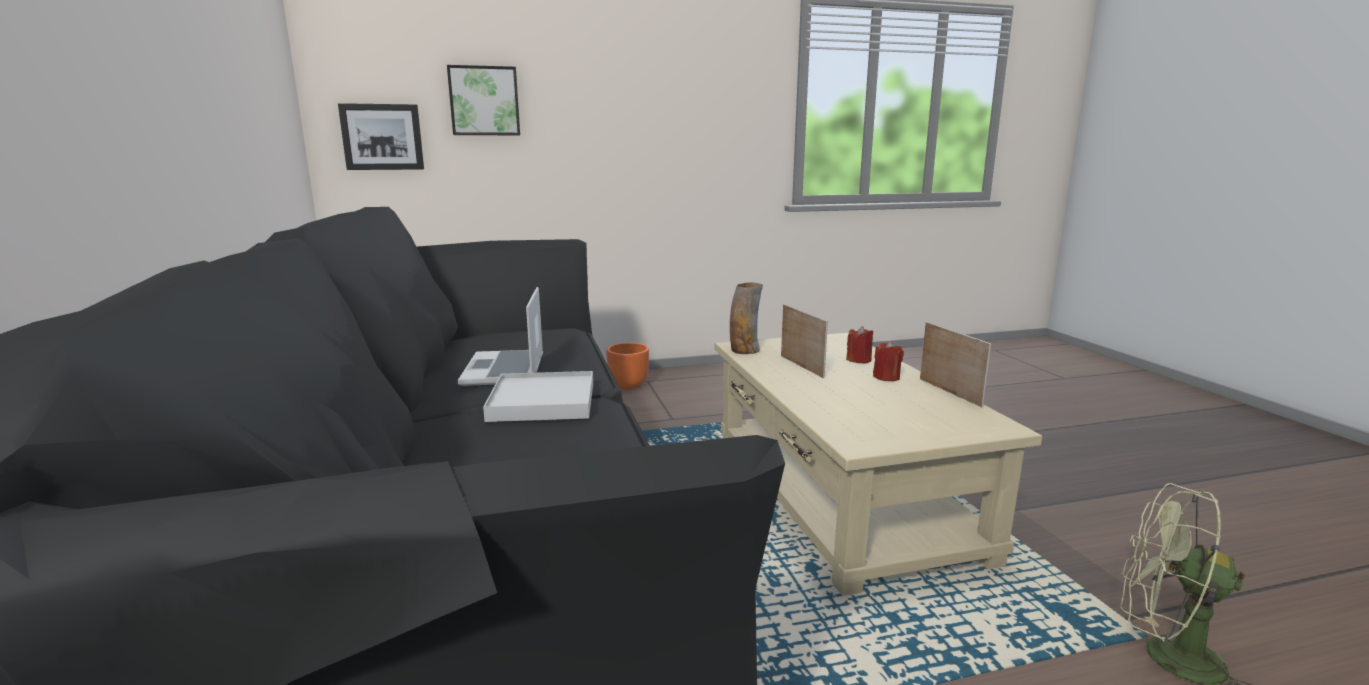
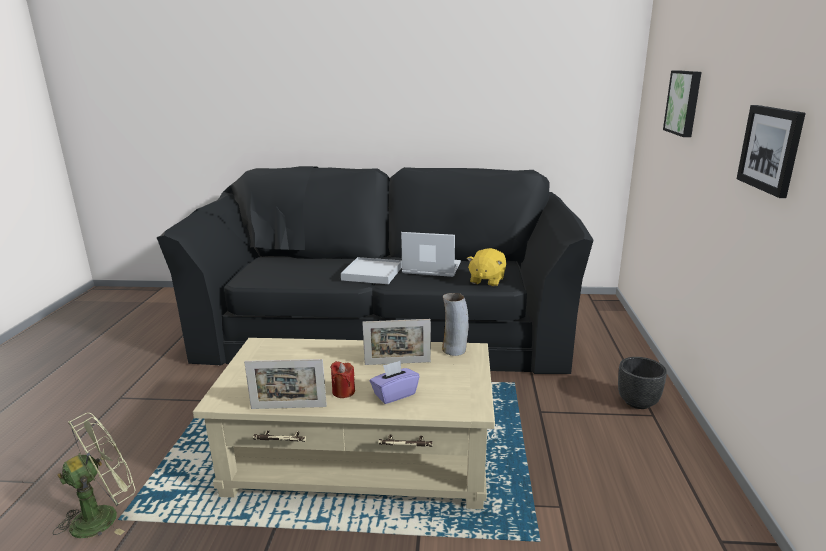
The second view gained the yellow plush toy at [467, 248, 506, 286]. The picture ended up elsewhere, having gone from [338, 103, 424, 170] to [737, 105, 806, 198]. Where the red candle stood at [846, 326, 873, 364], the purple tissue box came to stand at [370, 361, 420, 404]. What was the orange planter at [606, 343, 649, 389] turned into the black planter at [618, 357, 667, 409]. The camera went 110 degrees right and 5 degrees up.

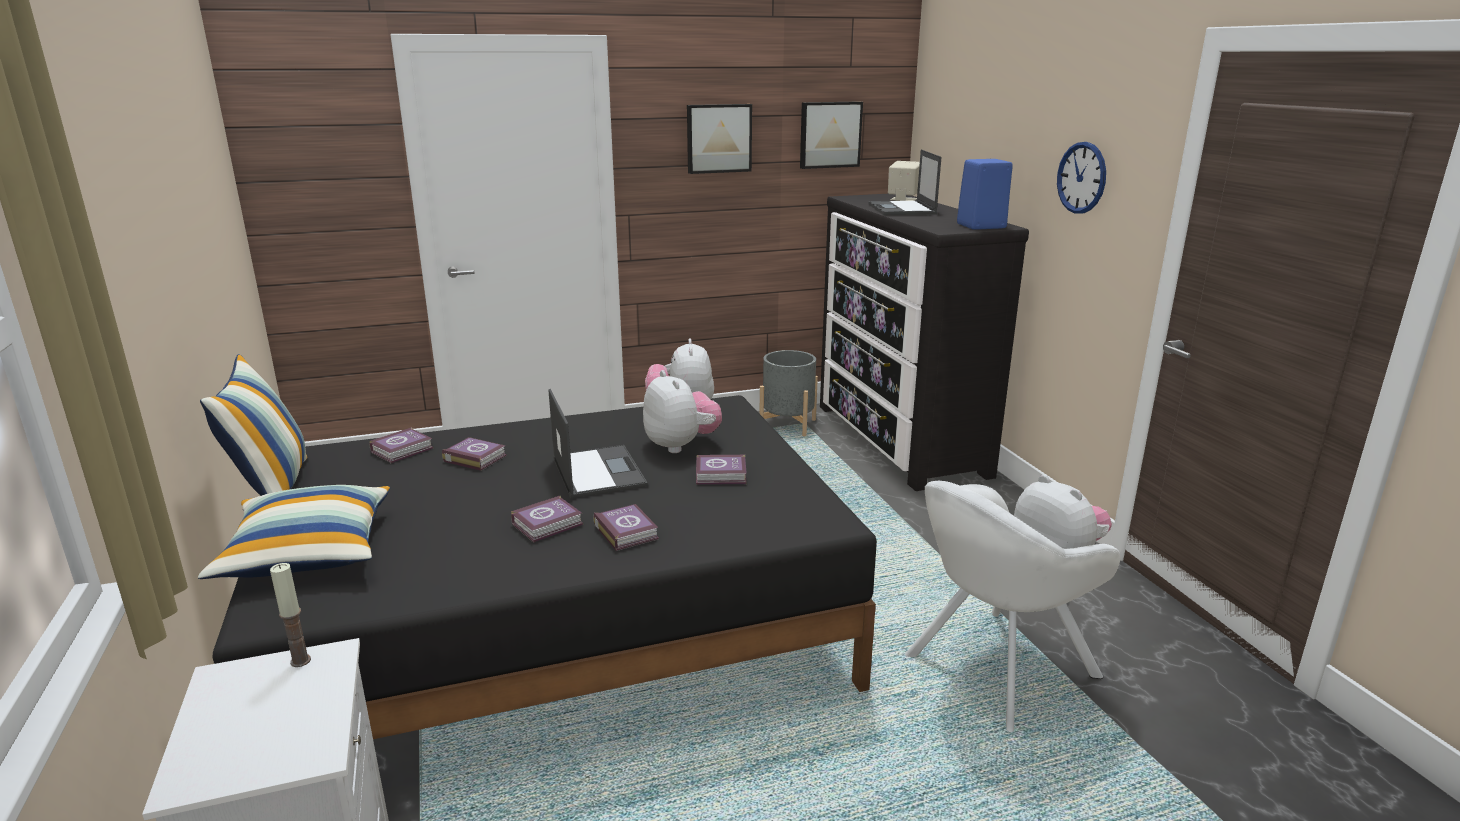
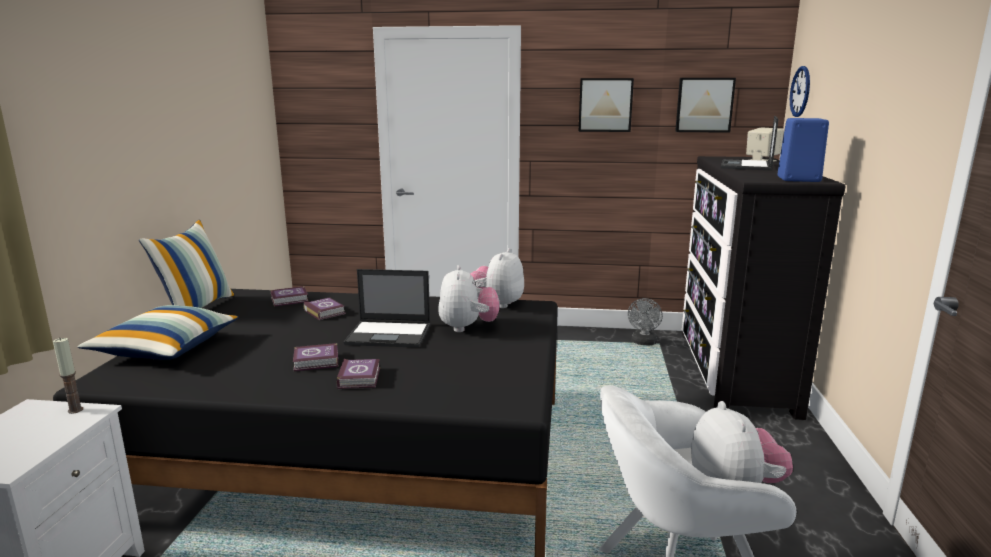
The second view lost the book at [696, 455, 747, 485]. The wall clock ended up elsewhere, having gone from [1057, 142, 1106, 213] to [790, 66, 810, 117]. Where the grey planter stood at [759, 350, 818, 437], the grey fan came to stand at [628, 298, 663, 345]. The laptop at [549, 389, 648, 499] ended up facing another way, 90 degrees clockwise from before. The camera went 25 degrees right and 5 degrees down.

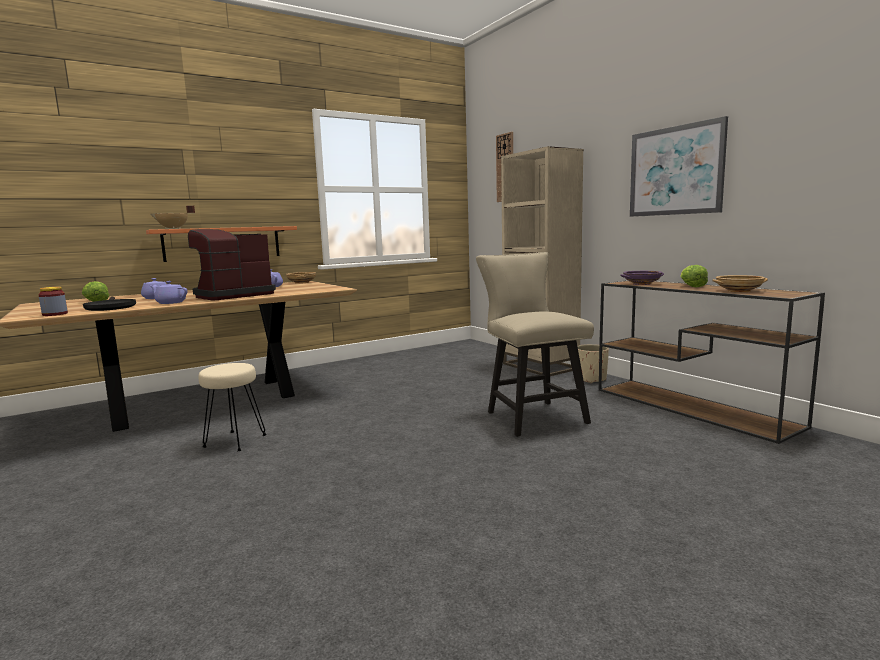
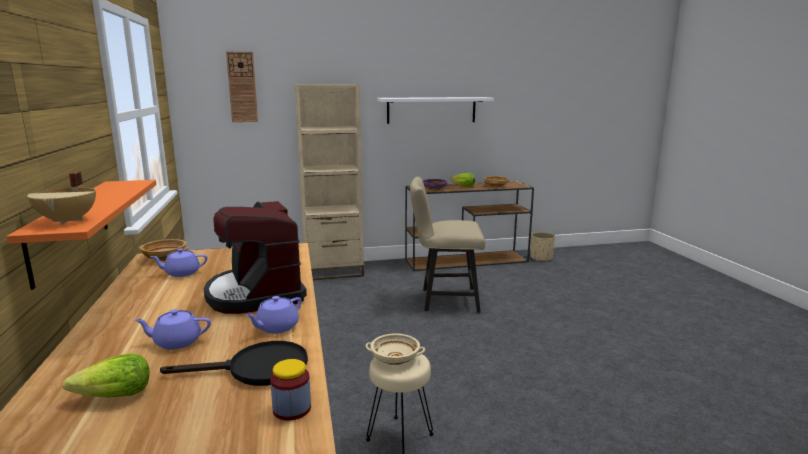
The second view gained the beige bowl at [366, 333, 425, 365]. The beige planter ended up elsewhere, having gone from [577, 344, 609, 383] to [530, 232, 555, 261]. Where the picture hung at [630, 116, 728, 217], the white shelf came to hang at [377, 97, 494, 124]. The camera went 70 degrees left and 5 degrees up.

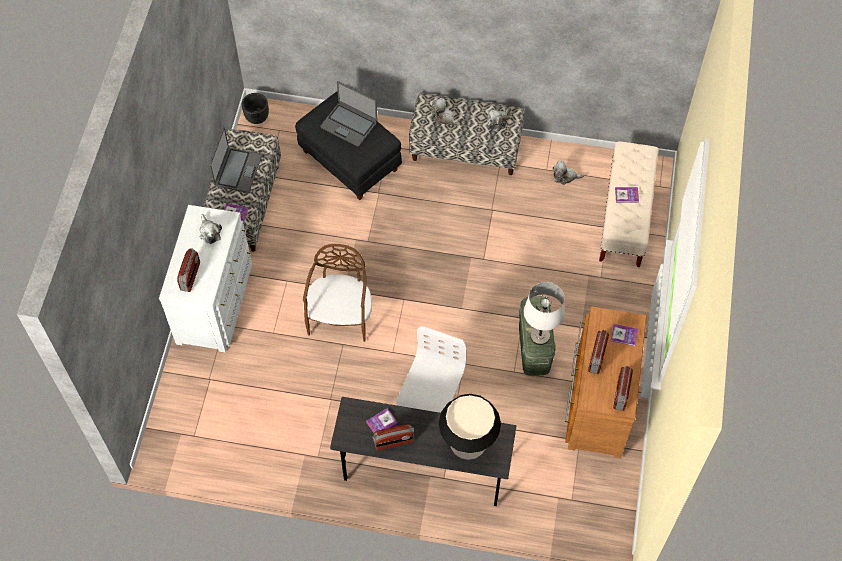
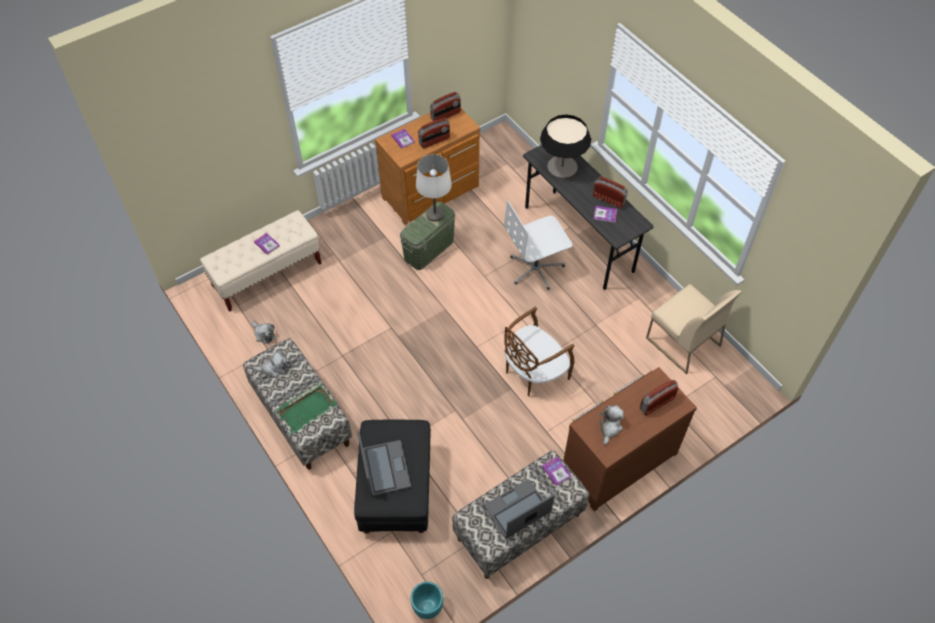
The second view gained the beige chair at [646, 284, 742, 374]. Where the plush toy stood at [431, 98, 460, 126], the green tray came to stand at [275, 382, 337, 434]. What was the white dresser at [159, 205, 252, 352] turned into the brown dresser at [563, 367, 697, 512]. What was the black planter at [242, 93, 269, 124] turned into the turquoise planter at [410, 582, 443, 619]. The camera went 135 degrees left and 5 degrees down.

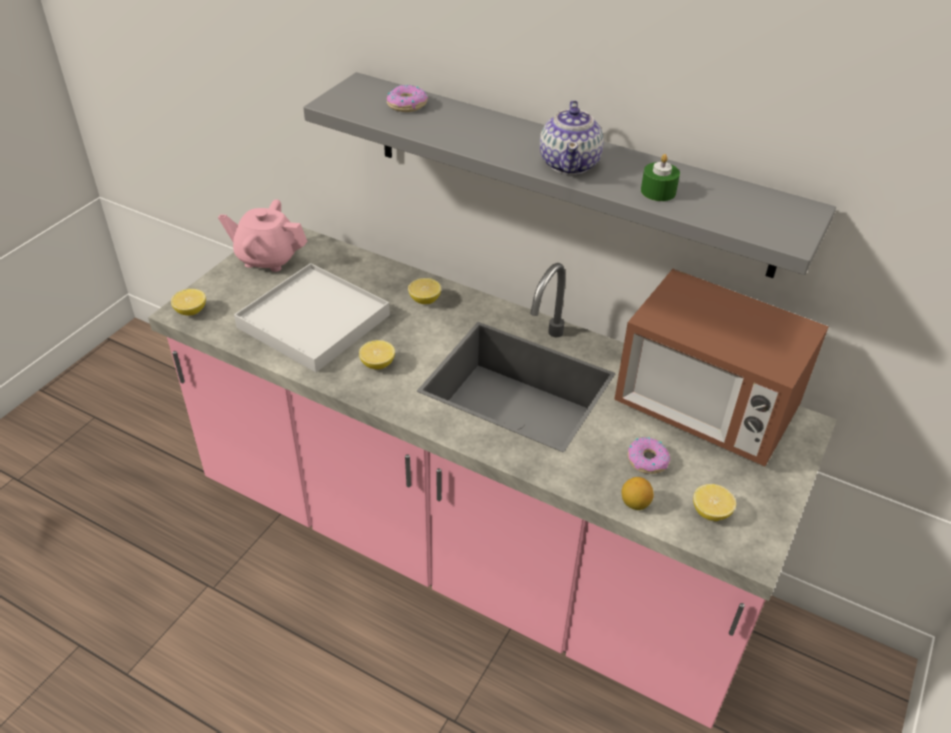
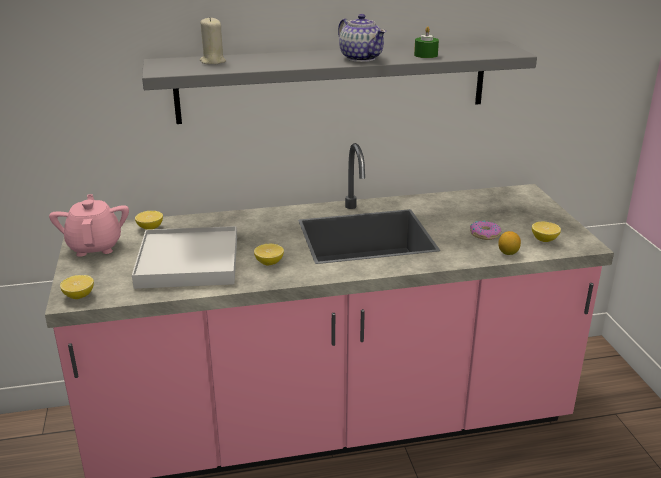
The second view lost the microwave at [614, 269, 829, 466]. The lemon ended up elsewhere, having gone from [408, 278, 441, 304] to [135, 211, 163, 230]. Where the donut stood at [387, 85, 428, 112], the beige candle came to stand at [200, 18, 226, 64]. The pink teapot at [218, 200, 307, 272] ended up facing another way, 105 degrees clockwise from before. The camera went 40 degrees left and 15 degrees down.

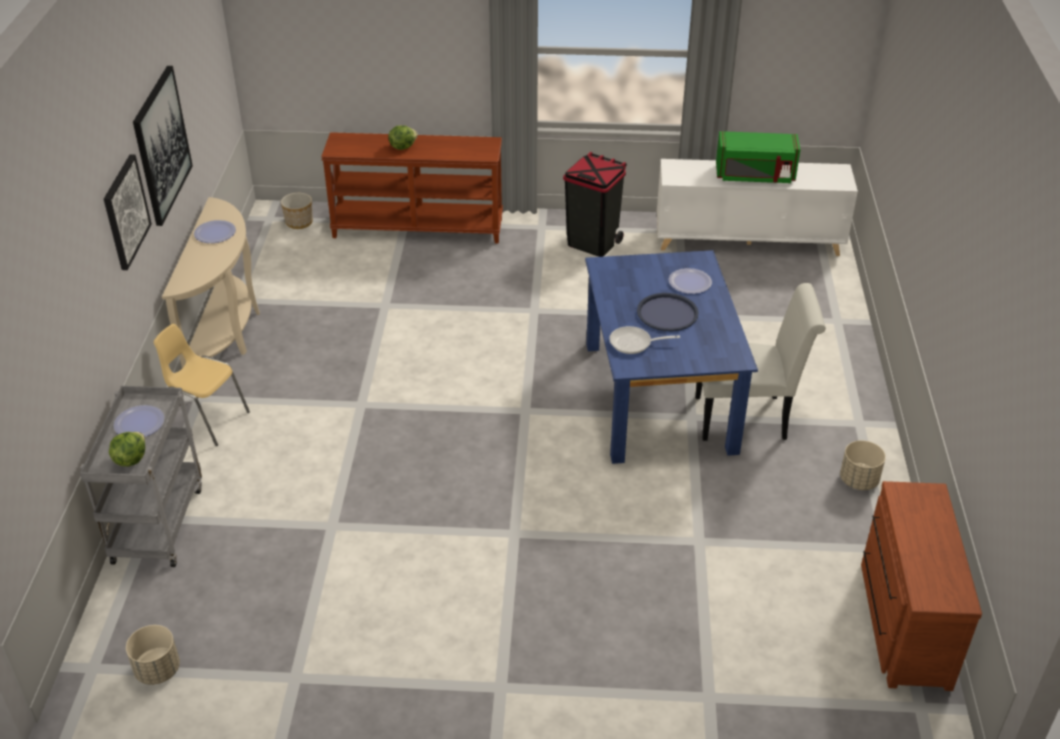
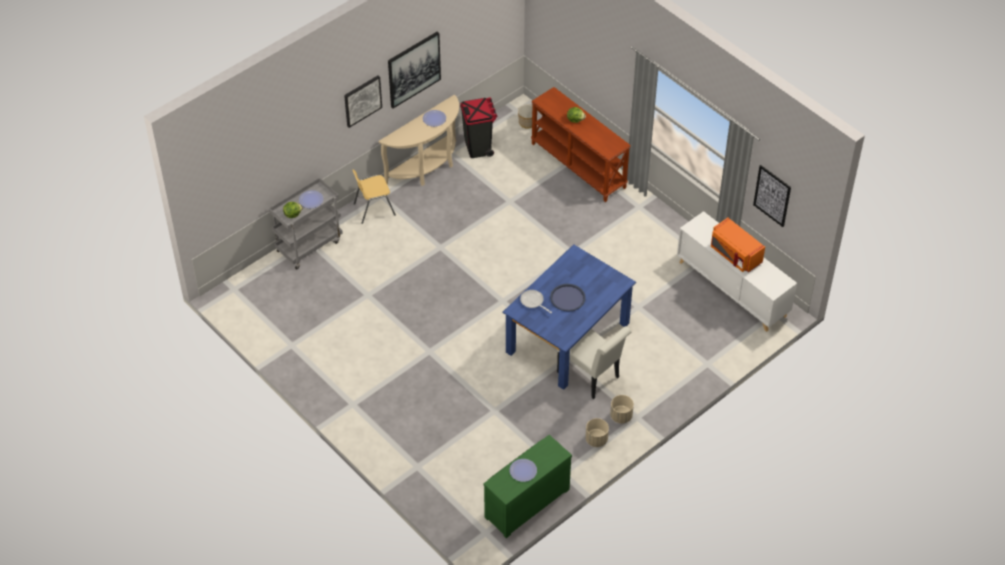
The second view gained the picture at [753, 165, 791, 227]. The beige planter ended up elsewhere, having gone from [126, 625, 180, 685] to [610, 395, 634, 423]. The black trash can ended up elsewhere, having gone from [563, 152, 627, 257] to [460, 97, 497, 158]. The plate ended up elsewhere, having gone from [669, 268, 712, 294] to [509, 459, 537, 482]. What was the green microwave at [716, 131, 800, 183] turned into the orange microwave at [711, 218, 765, 272]. What was the brown dresser at [861, 481, 982, 691] turned into the green dresser at [484, 435, 572, 538]. The yellow chair at [154, 324, 250, 446] ended up facing another way, 90 degrees counterclockwise from before. The camera went 45 degrees right and 10 degrees up.

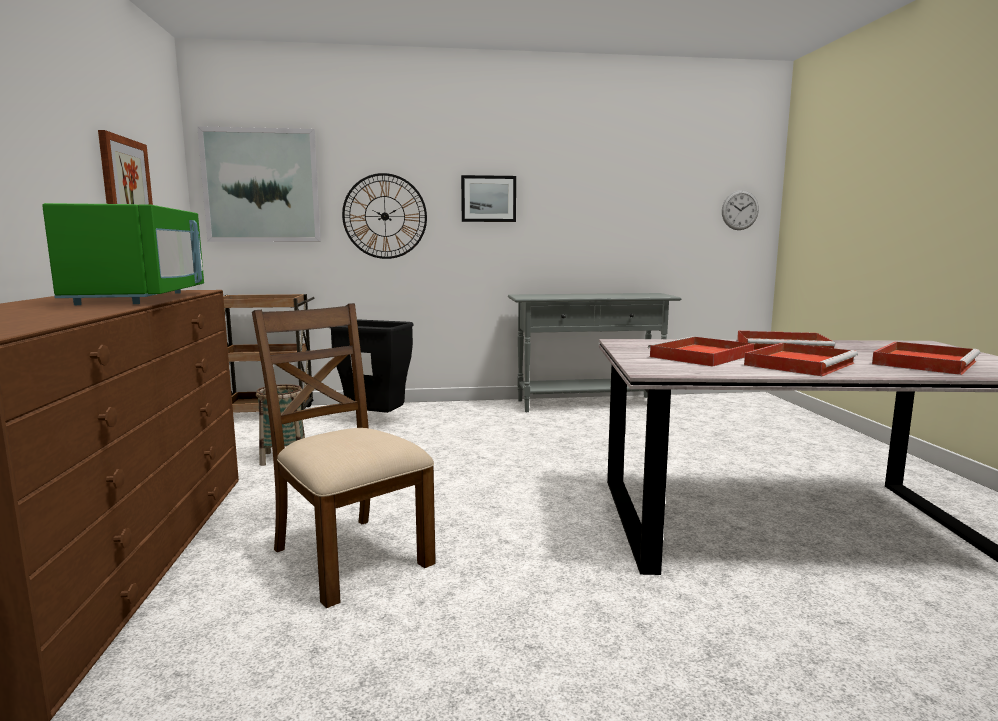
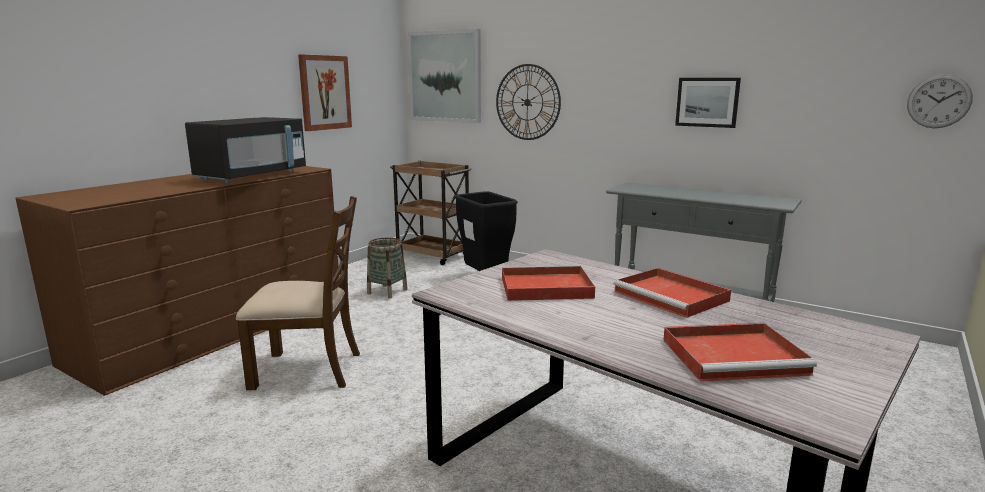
The second view lost the red tray at [744, 343, 858, 376]. The picture ended up elsewhere, having gone from [461, 175, 516, 222] to [675, 78, 741, 128]. What was the green microwave at [42, 203, 204, 305] turned into the black microwave at [185, 117, 306, 183]. The brown chair at [252, 303, 436, 608] ended up facing another way, 90 degrees clockwise from before. The camera went 40 degrees right and 5 degrees up.

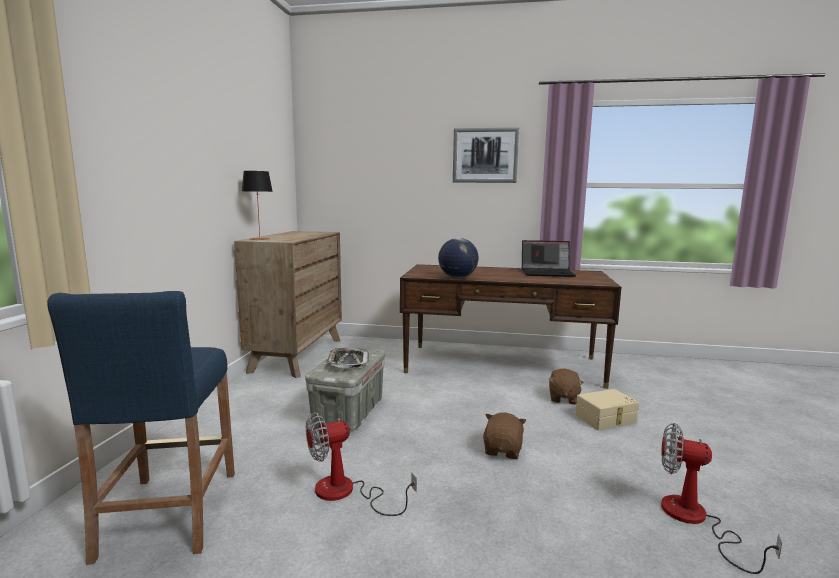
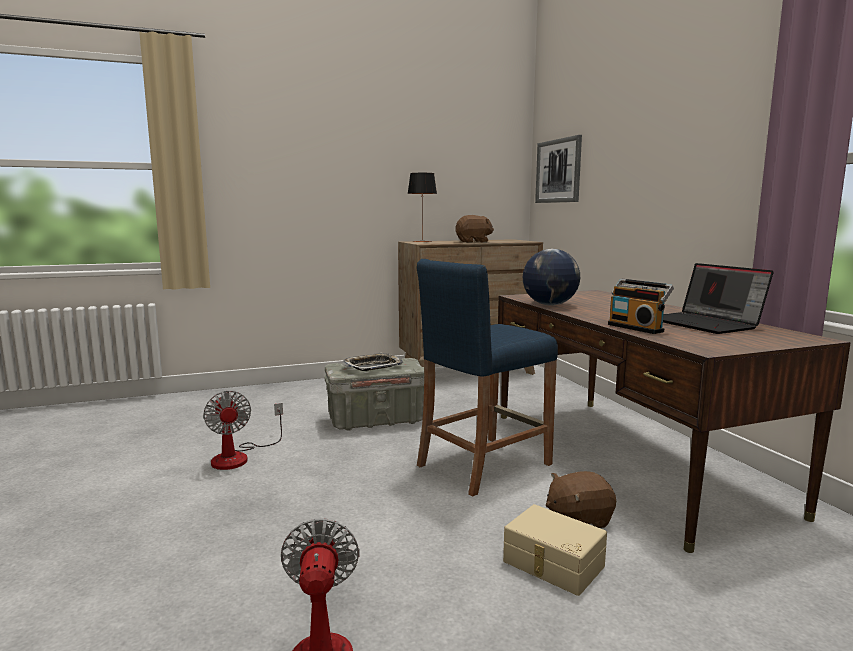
The second view gained the radio at [608, 279, 674, 334]. The blue stool ended up elsewhere, having gone from [47, 291, 235, 565] to [417, 259, 558, 497]. The picture ended up elsewhere, having gone from [453, 127, 519, 183] to [535, 135, 582, 203]. The brown plush toy ended up elsewhere, having gone from [483, 413, 527, 459] to [455, 215, 494, 243]. The fan at [306, 412, 417, 516] ended up facing another way, 150 degrees counterclockwise from before. The camera went 60 degrees right and 0 degrees up.

